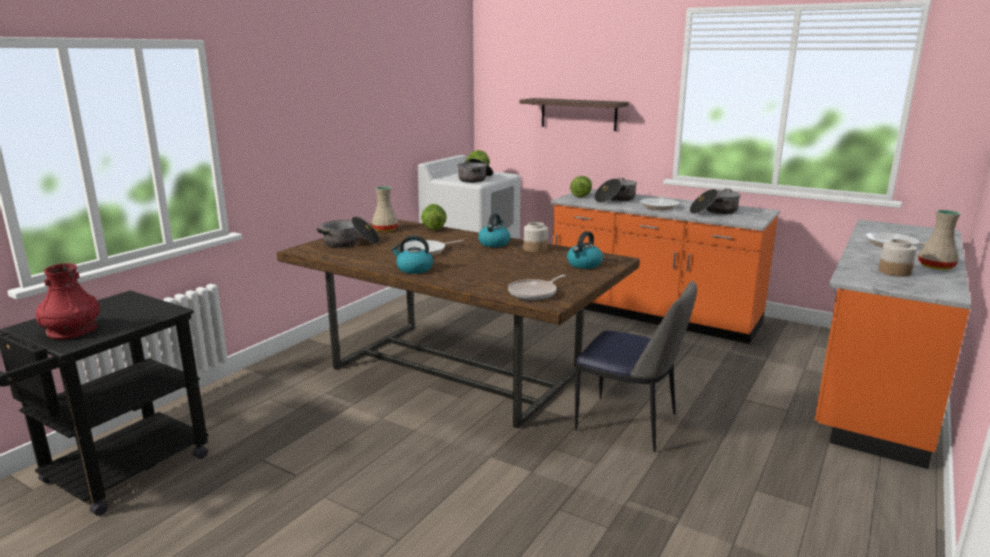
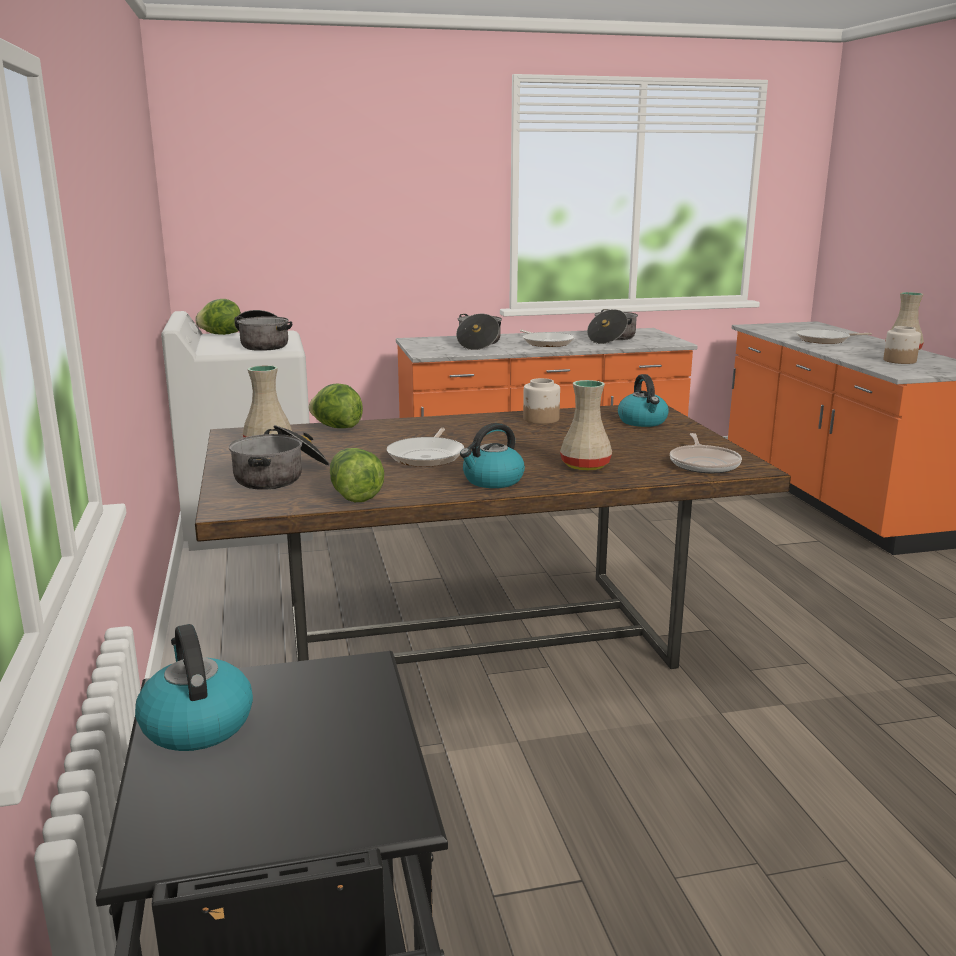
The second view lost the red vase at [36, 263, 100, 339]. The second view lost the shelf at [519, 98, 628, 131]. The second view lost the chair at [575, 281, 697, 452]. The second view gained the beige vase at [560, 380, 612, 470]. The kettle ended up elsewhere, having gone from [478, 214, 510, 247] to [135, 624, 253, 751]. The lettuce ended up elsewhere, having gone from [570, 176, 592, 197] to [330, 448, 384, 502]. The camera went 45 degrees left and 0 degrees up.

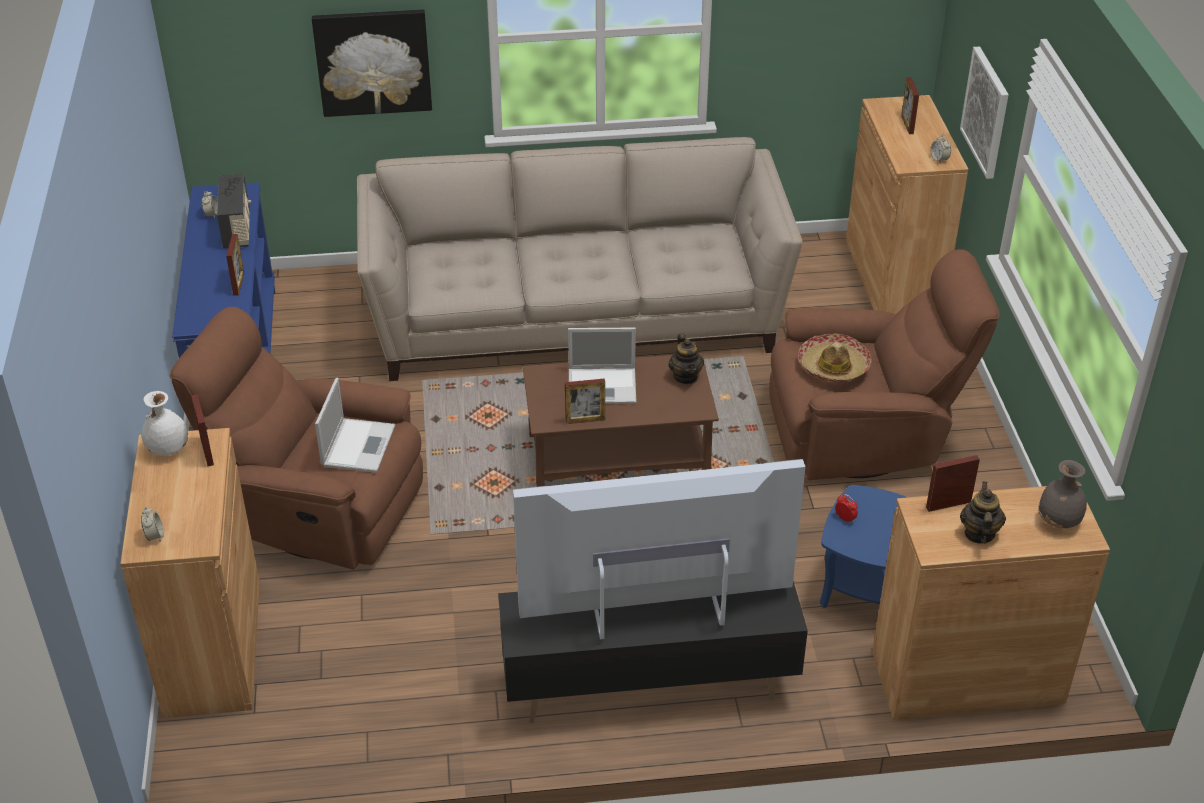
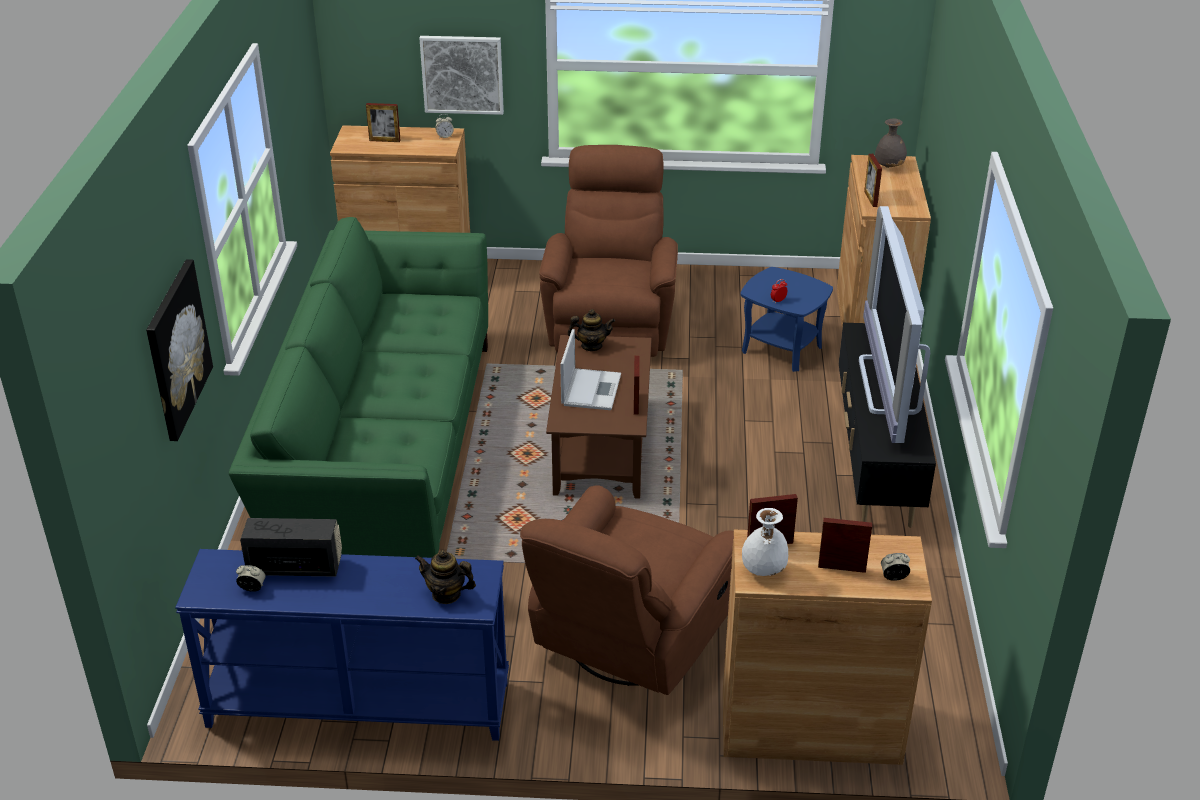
The second view lost the laptop at [315, 378, 395, 473]. The second view lost the hat at [798, 334, 871, 382]. The picture frame ended up elsewhere, having gone from [226, 234, 244, 296] to [818, 518, 872, 573]. The teapot ended up elsewhere, having gone from [960, 481, 1006, 544] to [415, 550, 476, 604]. What was the beige sofa at [357, 137, 803, 381] turned into the green sofa at [229, 217, 488, 558]. The camera went 80 degrees left and 5 degrees down.

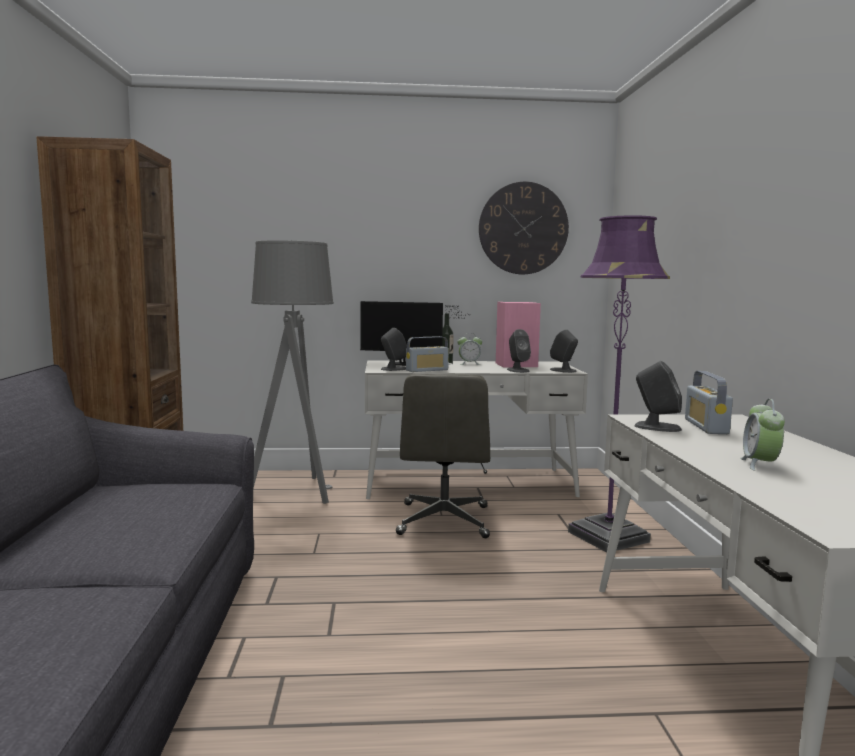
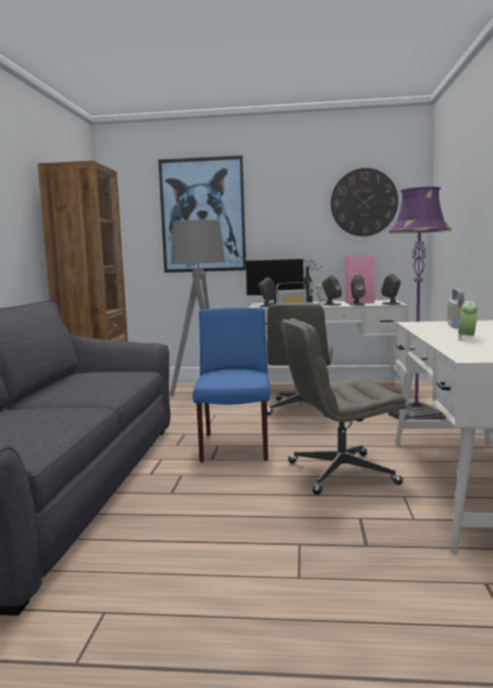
The second view gained the picture at [158, 155, 246, 273]. The second view gained the blue chair at [193, 307, 271, 463]. The second view gained the grey office chair at [281, 319, 407, 495]. The grey speaker ended up elsewhere, having gone from [634, 361, 682, 432] to [322, 275, 342, 306]. The camera went 10 degrees right and 0 degrees up.

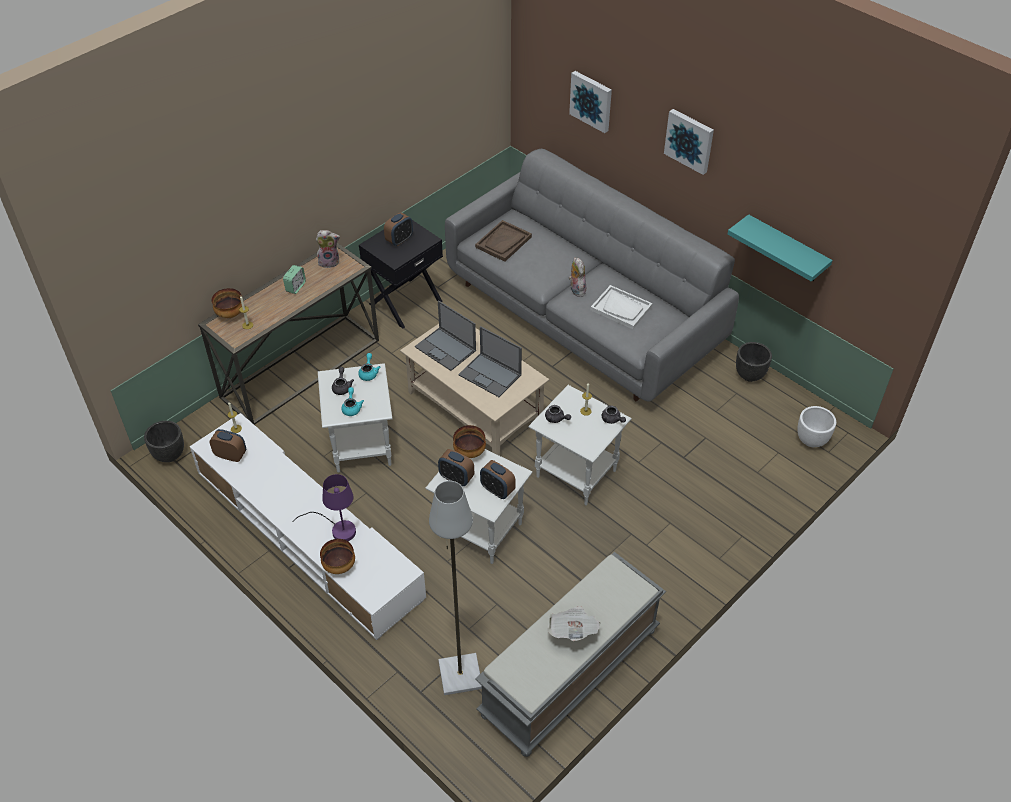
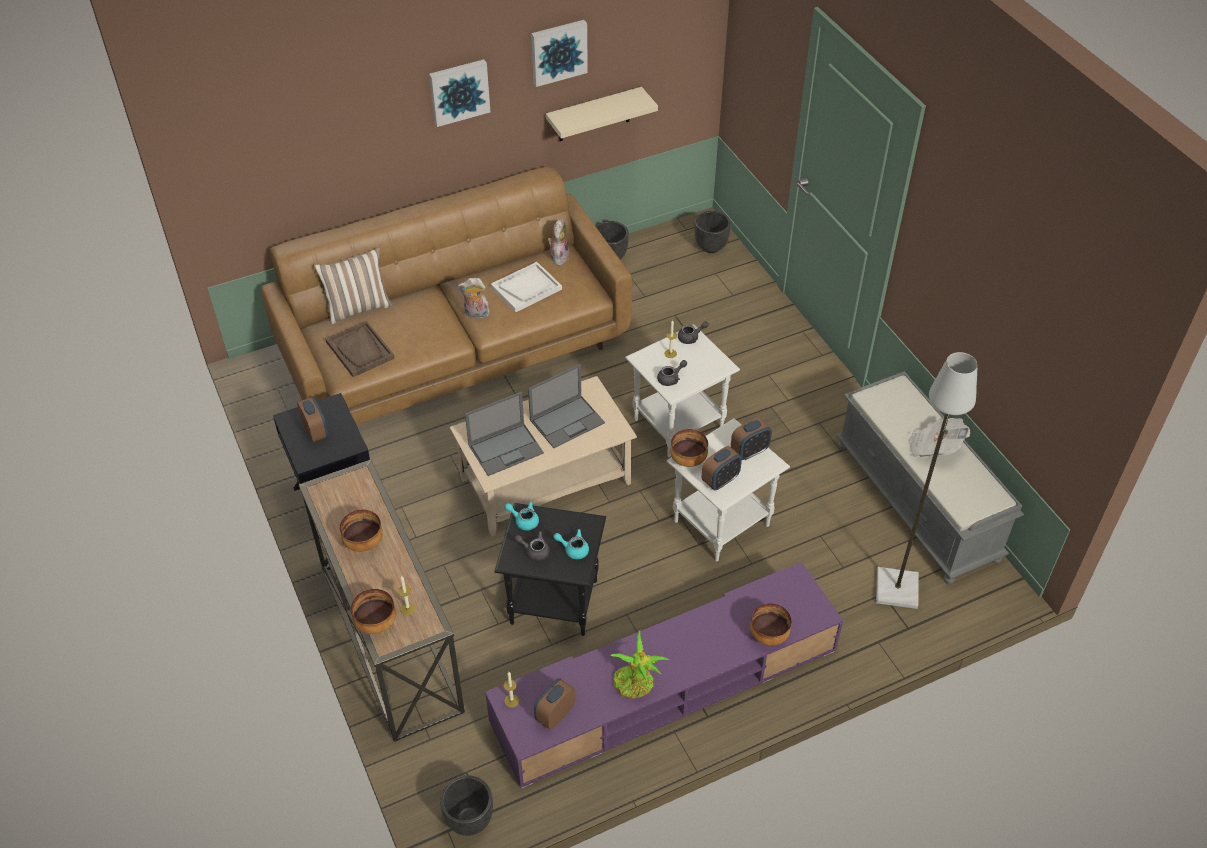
The second view lost the purple table lamp at [292, 474, 356, 541]. The second view gained the pillow at [314, 248, 393, 325]. The second view gained the potted plant at [610, 630, 669, 699]. The plush toy ended up elsewhere, having gone from [316, 230, 340, 268] to [548, 219, 569, 265]. The picture ended up elsewhere, having gone from [569, 71, 612, 133] to [531, 20, 588, 87]. Where the alarm clock stood at [283, 265, 306, 294], the bowl came to stand at [340, 510, 383, 552]. What was the white tv stand at [190, 413, 426, 640] turned into the purple tv stand at [485, 562, 843, 788]. What was the white side table at [318, 363, 392, 473] turned into the black side table at [494, 503, 606, 636]. What was the grey sofa at [445, 149, 739, 402] turned into the brown sofa at [261, 166, 632, 425]. What was the turquoise shelf at [728, 214, 833, 282] turned into the beige shelf at [546, 87, 658, 141]. What was the white planter at [797, 406, 836, 447] turned into the black planter at [695, 211, 731, 253]. The camera went 70 degrees left and 0 degrees up.

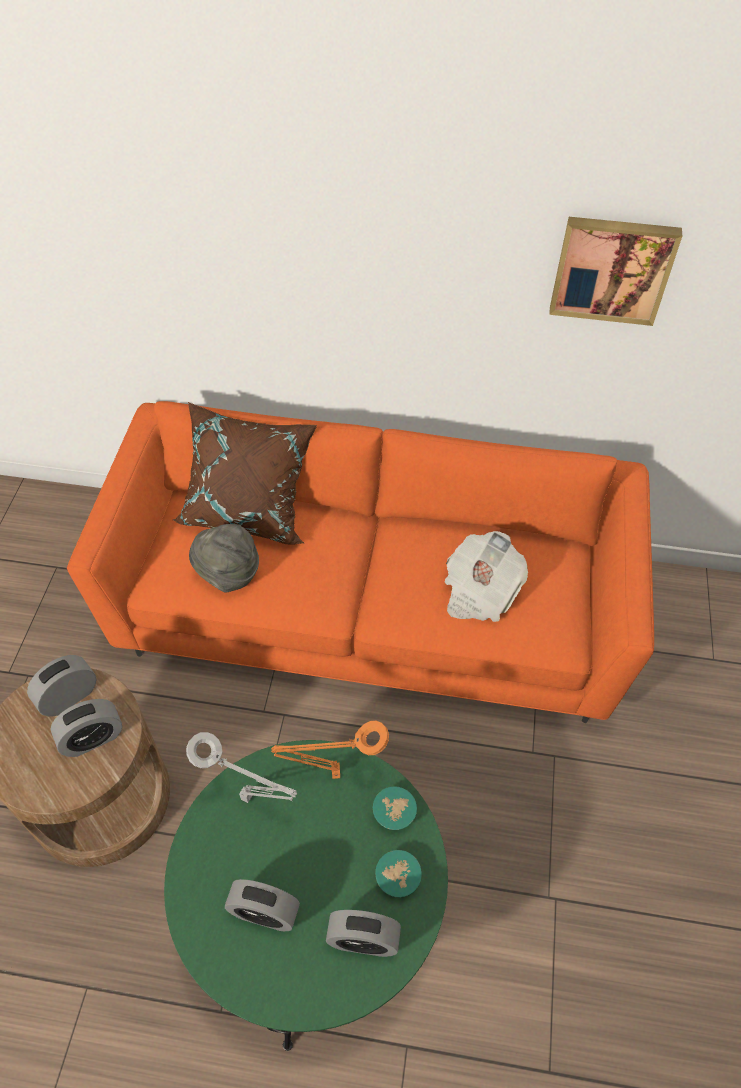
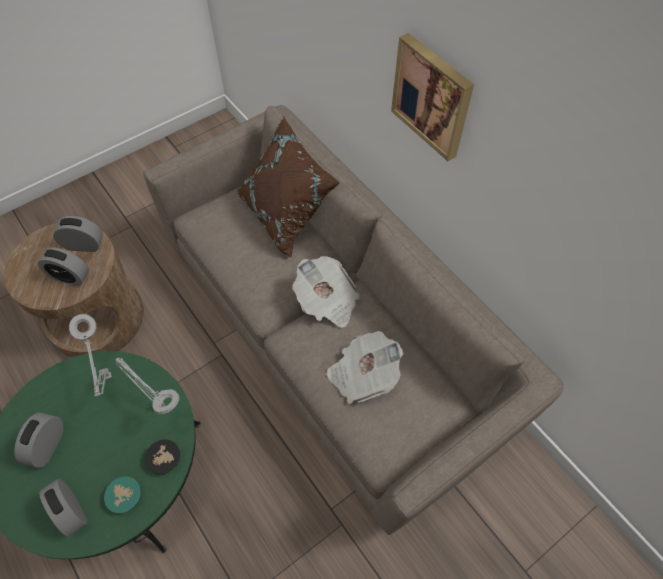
The second view lost the grey hat at [189, 524, 259, 592]. The second view gained the newspaper at [292, 256, 360, 328]. The picture ended up elsewhere, having gone from [549, 217, 682, 326] to [391, 33, 474, 161]. What was the orange sofa at [67, 401, 654, 723] turned into the beige sofa at [143, 105, 564, 535]. What was the orange table lamp at [271, 721, 389, 779] turned into the grey table lamp at [115, 357, 179, 414]. What was the turquoise bowl at [373, 786, 417, 830] turned into the black bowl at [145, 439, 180, 474]. The alarm clock at [225, 879, 300, 931] ended up facing another way, 45 degrees clockwise from before. The camera went 45 degrees right and 5 degrees up.

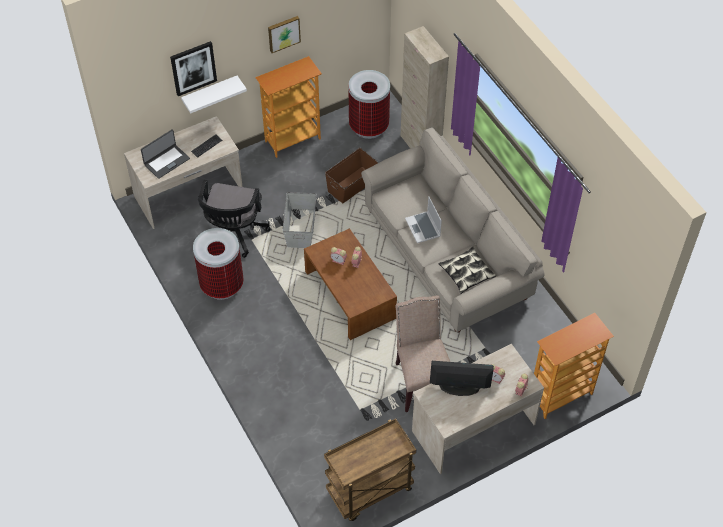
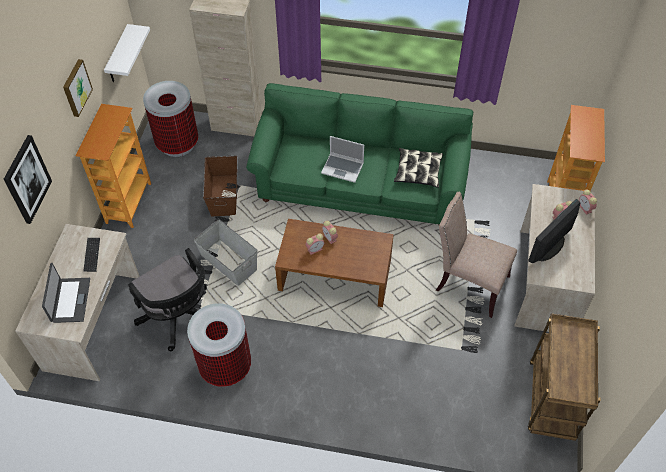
The white shelf ended up elsewhere, having gone from [181, 76, 247, 114] to [104, 24, 150, 82]. What was the beige sofa at [361, 127, 545, 332] turned into the green sofa at [246, 83, 473, 225]. The camera went 50 degrees left and 0 degrees up.

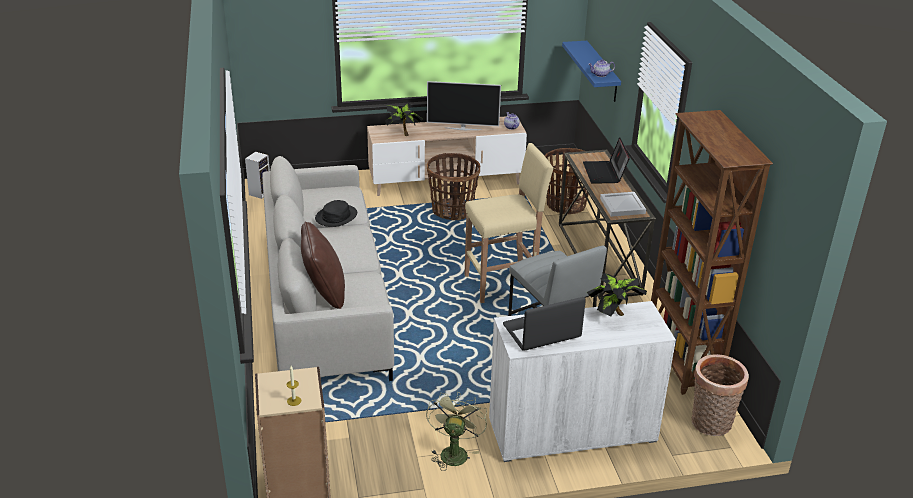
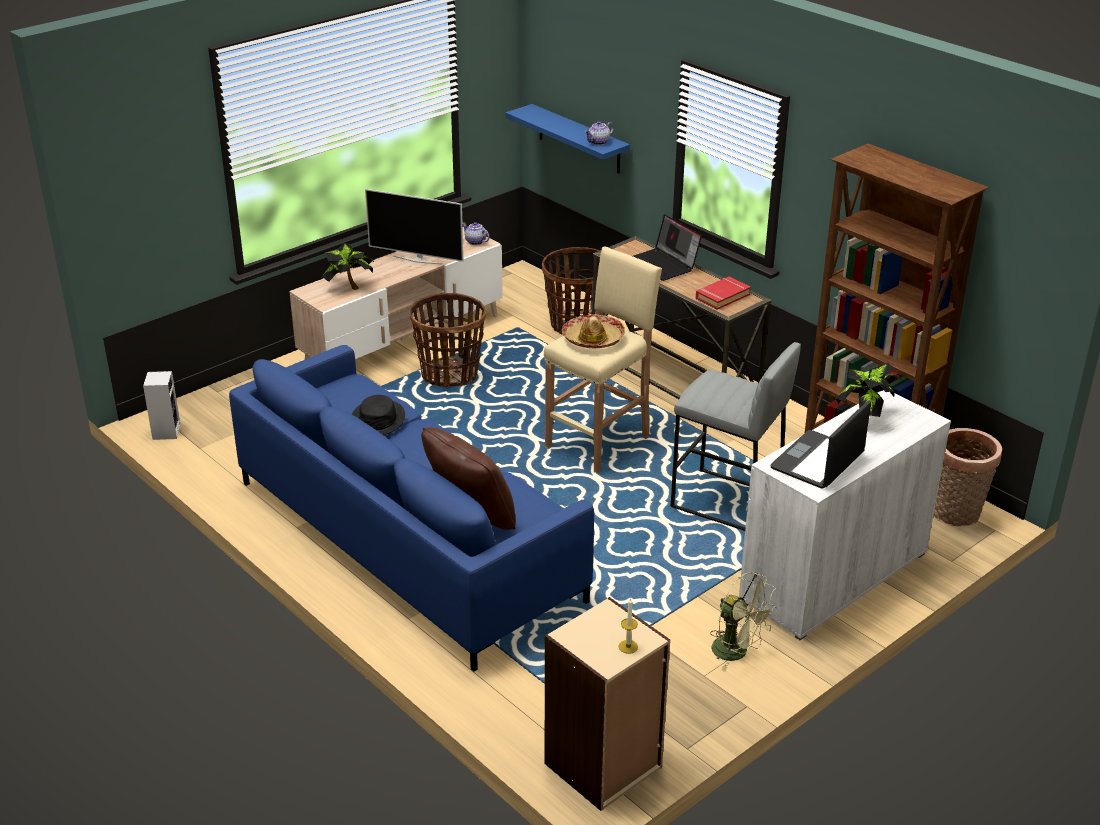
The second view gained the hat at [562, 314, 625, 348]. Where the white tray stood at [600, 192, 646, 217], the red book came to stand at [696, 277, 751, 310]. What was the grey sofa at [262, 156, 394, 381] turned into the blue sofa at [229, 345, 594, 672]. The green fan at [426, 392, 487, 471] ended up facing another way, 150 degrees clockwise from before. The television at [427, 81, 501, 130] ended up facing another way, 45 degrees clockwise from before. The camera went 30 degrees left and 0 degrees up.

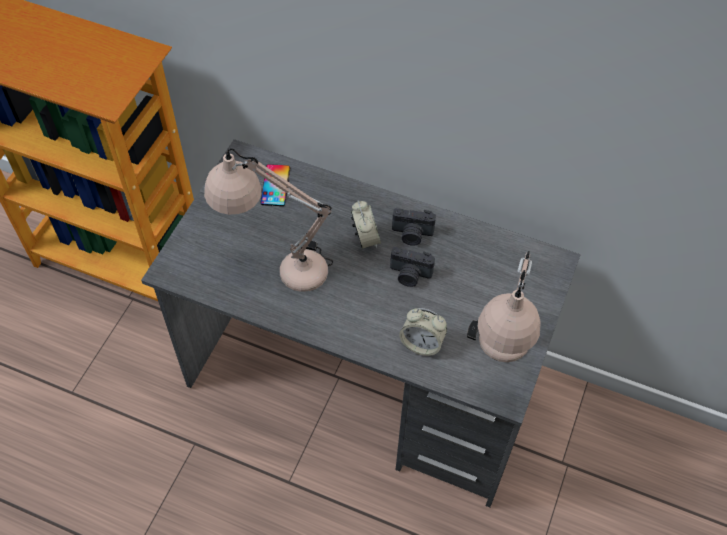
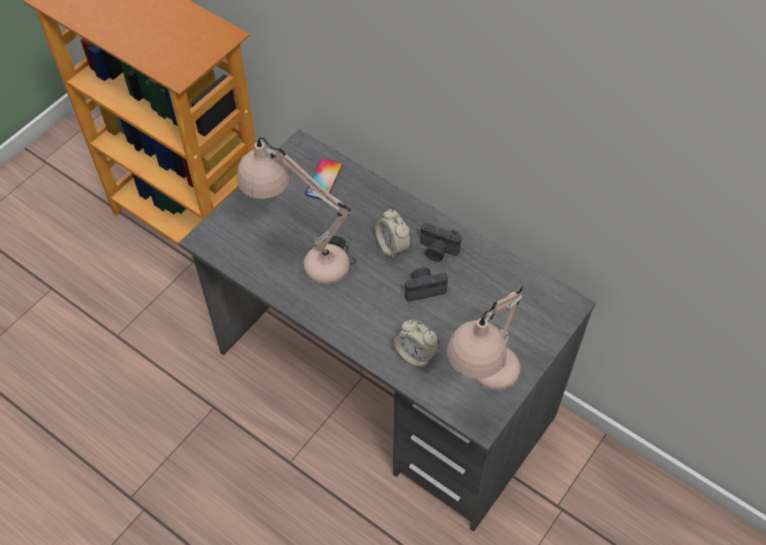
The alarm clock at [351, 201, 381, 249] ended up facing another way, 150 degrees clockwise from before. The photo camera at [390, 247, 435, 287] ended up facing another way, 135 degrees clockwise from before. The camera went 15 degrees right and 0 degrees up.

